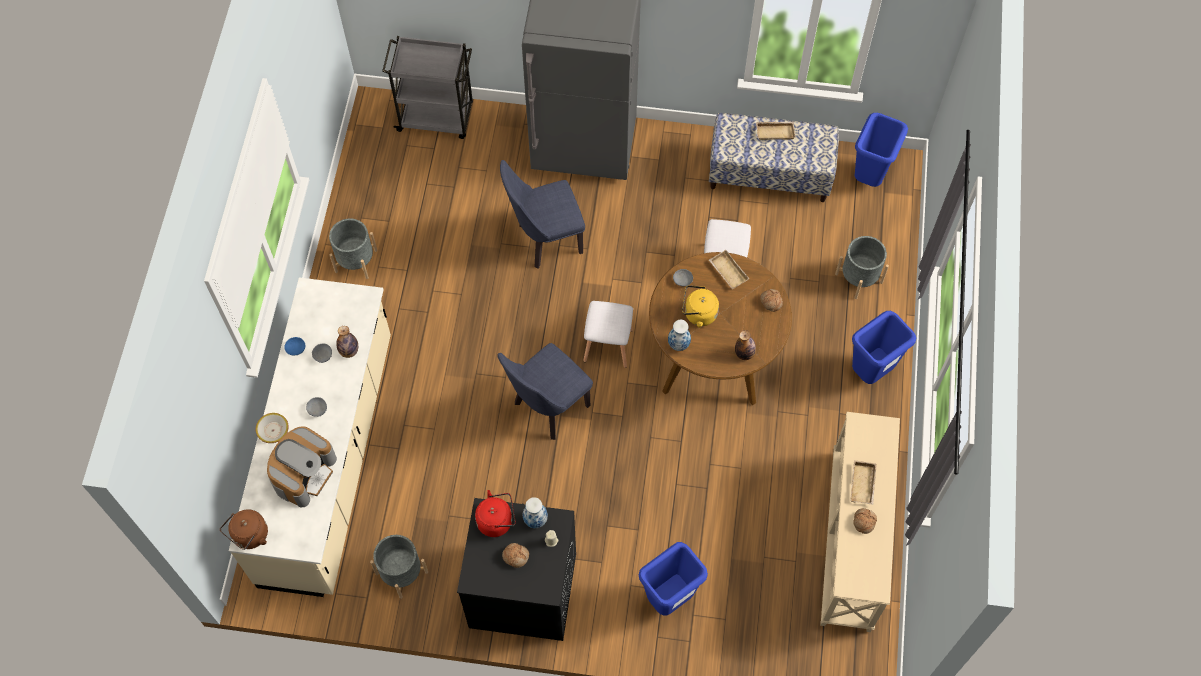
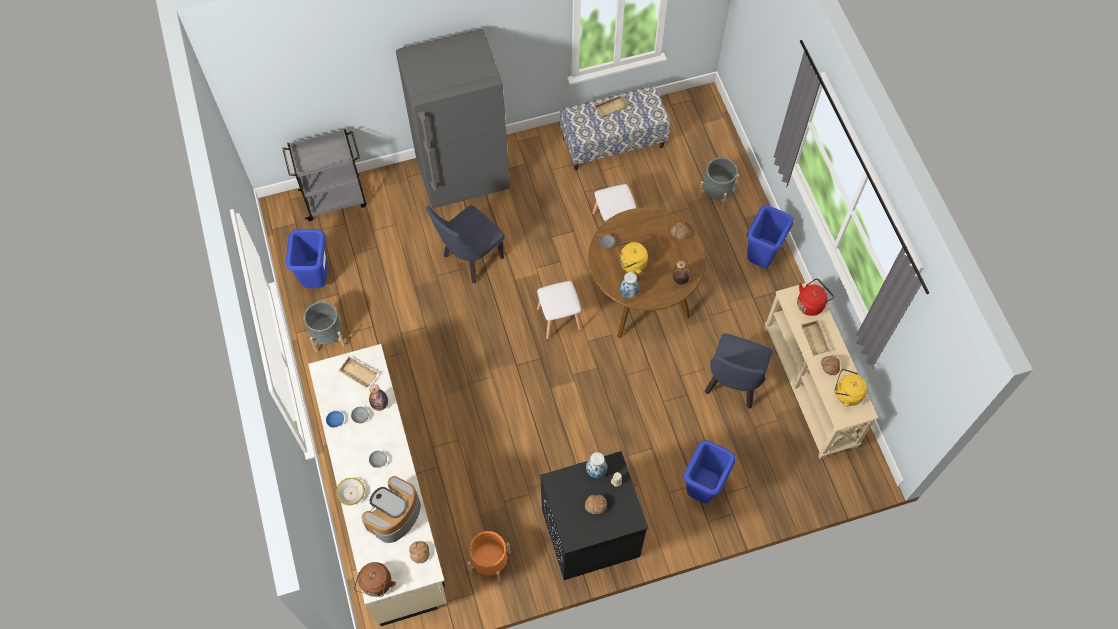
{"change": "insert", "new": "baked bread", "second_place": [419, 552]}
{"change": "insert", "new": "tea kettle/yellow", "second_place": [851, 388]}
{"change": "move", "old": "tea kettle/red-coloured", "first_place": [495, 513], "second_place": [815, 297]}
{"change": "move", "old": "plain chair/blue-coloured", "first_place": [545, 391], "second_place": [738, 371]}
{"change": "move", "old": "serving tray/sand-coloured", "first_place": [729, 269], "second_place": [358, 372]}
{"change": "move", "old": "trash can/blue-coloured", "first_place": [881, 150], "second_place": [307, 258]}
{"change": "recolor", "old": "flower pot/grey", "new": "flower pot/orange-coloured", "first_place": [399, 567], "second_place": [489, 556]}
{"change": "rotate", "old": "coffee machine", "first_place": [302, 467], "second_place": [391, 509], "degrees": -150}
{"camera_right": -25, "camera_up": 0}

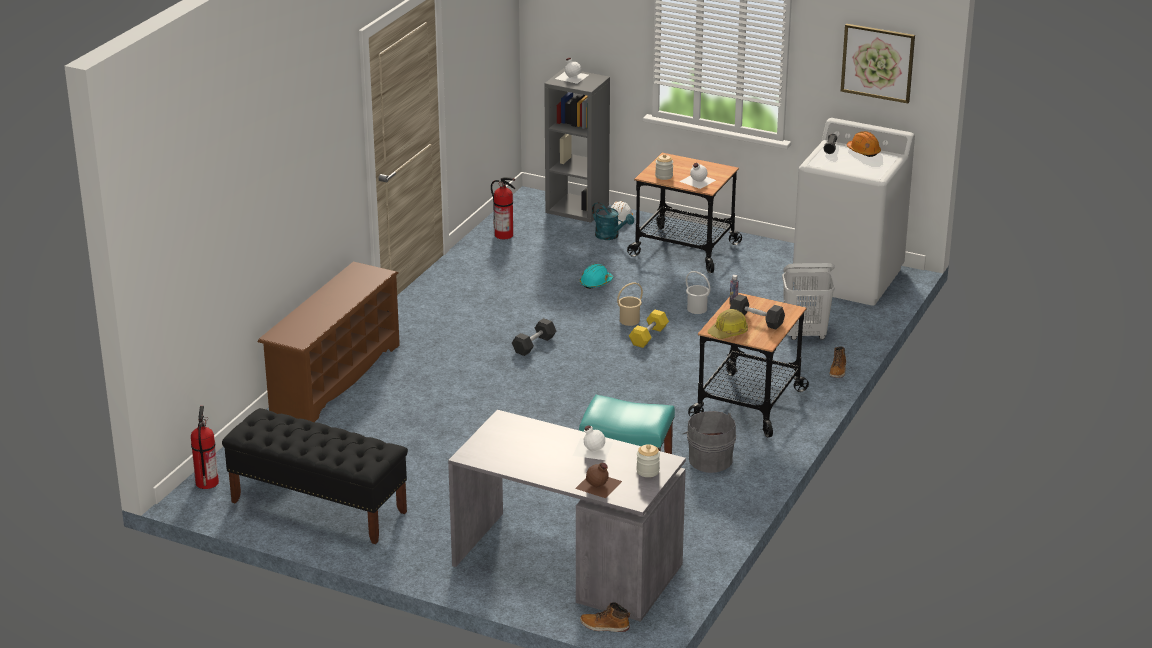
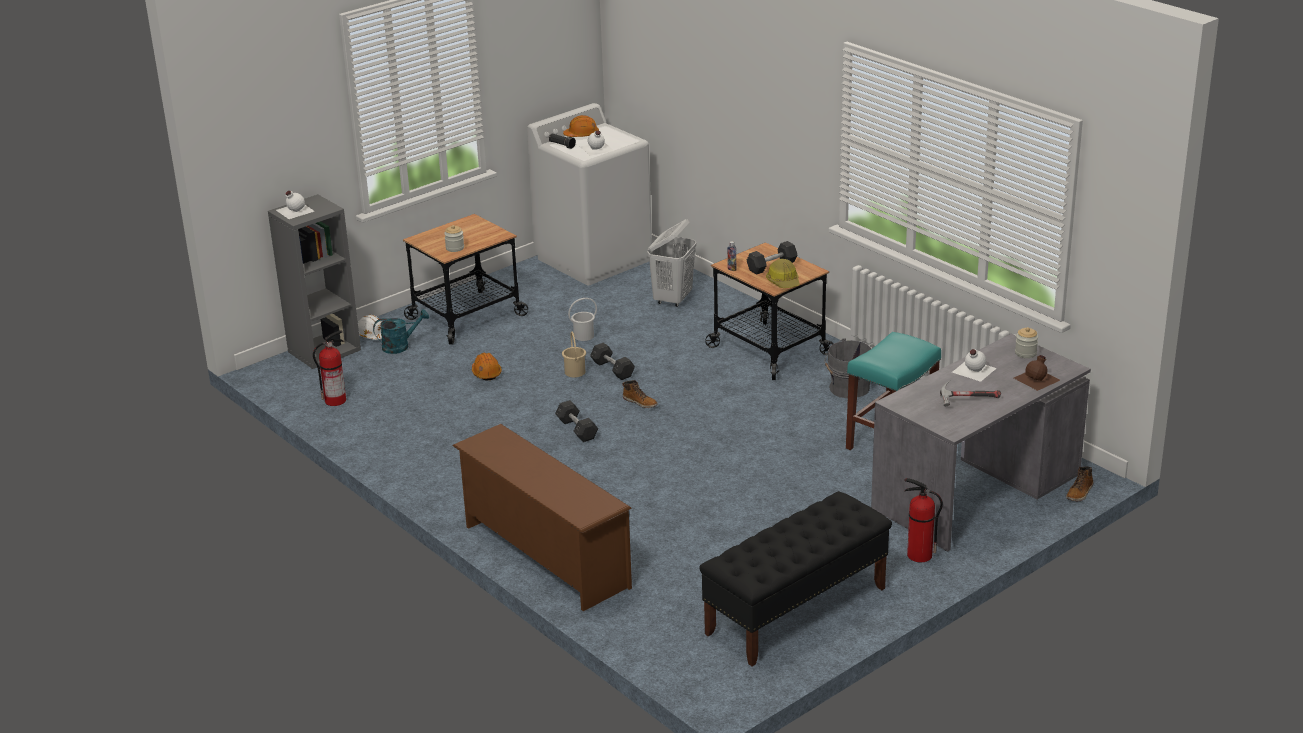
{"change": "delete", "old": "wall art", "first_place": [878, 63]}
{"change": "insert", "new": "tool hammer", "second_place": [970, 393]}
{"change": "move", "old": "fire extinguisher", "first_place": [205, 447], "second_place": [923, 520]}
{"change": "move", "old": "drink bottle/white", "first_place": [697, 176], "second_place": [597, 143]}
{"change": "move", "old": "boot", "first_place": [837, 362], "second_place": [640, 394]}
{"change": "recolor", "old": "safety helmet/turquoise", "new": "safety helmet/orange-coloured", "first_place": [596, 276], "second_place": [487, 366]}
{"change": "recolor", "old": "hand weight/yellow", "new": "hand weight/grey", "first_place": [649, 329], "second_place": [612, 361]}
{"camera_right": -65, "camera_up": 0}

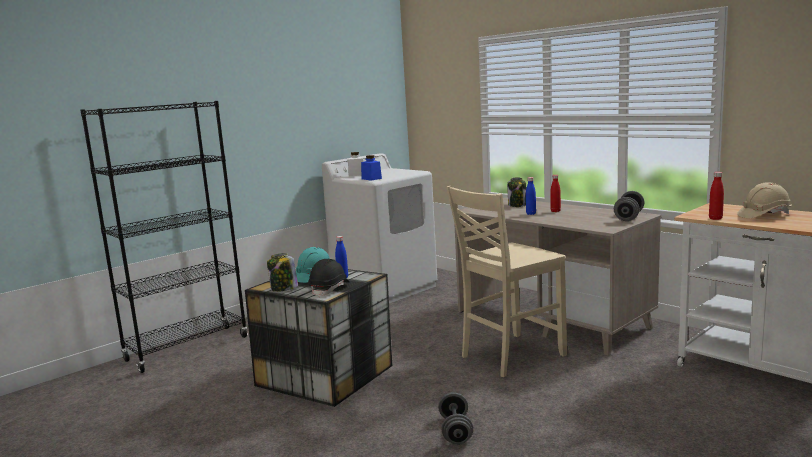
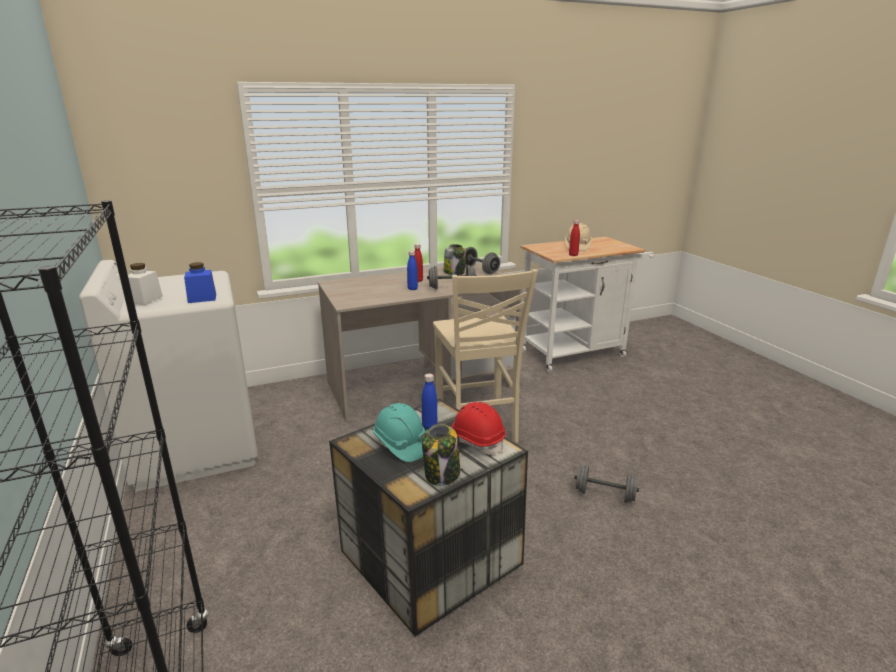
{"change": "insert", "new": "hand weight/grey", "second_place": [452, 277]}
{"change": "move", "old": "preserve jar", "first_place": [516, 192], "second_place": [455, 259]}
{"change": "recolor", "old": "safety helmet/black-coloured", "new": "safety helmet/red-coloured", "first_place": [329, 278], "second_place": [479, 428]}
{"camera_right": -70, "camera_up": 10}

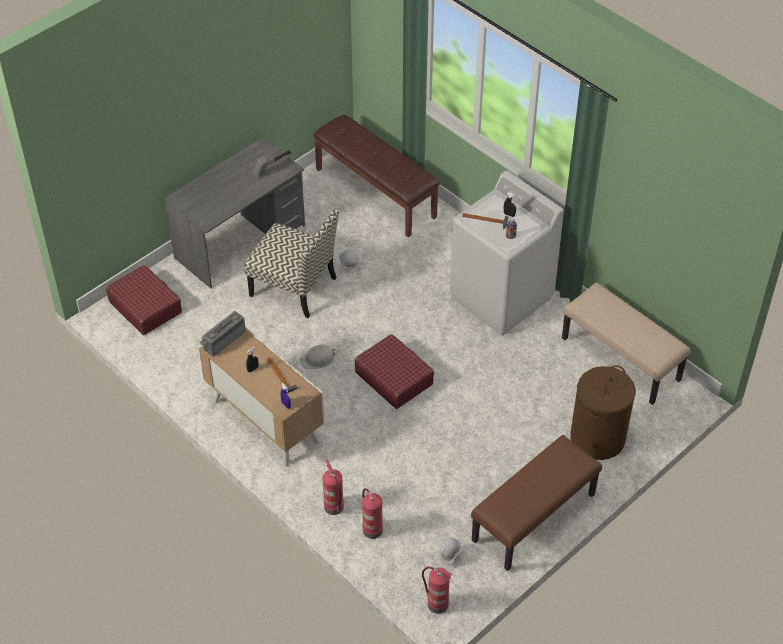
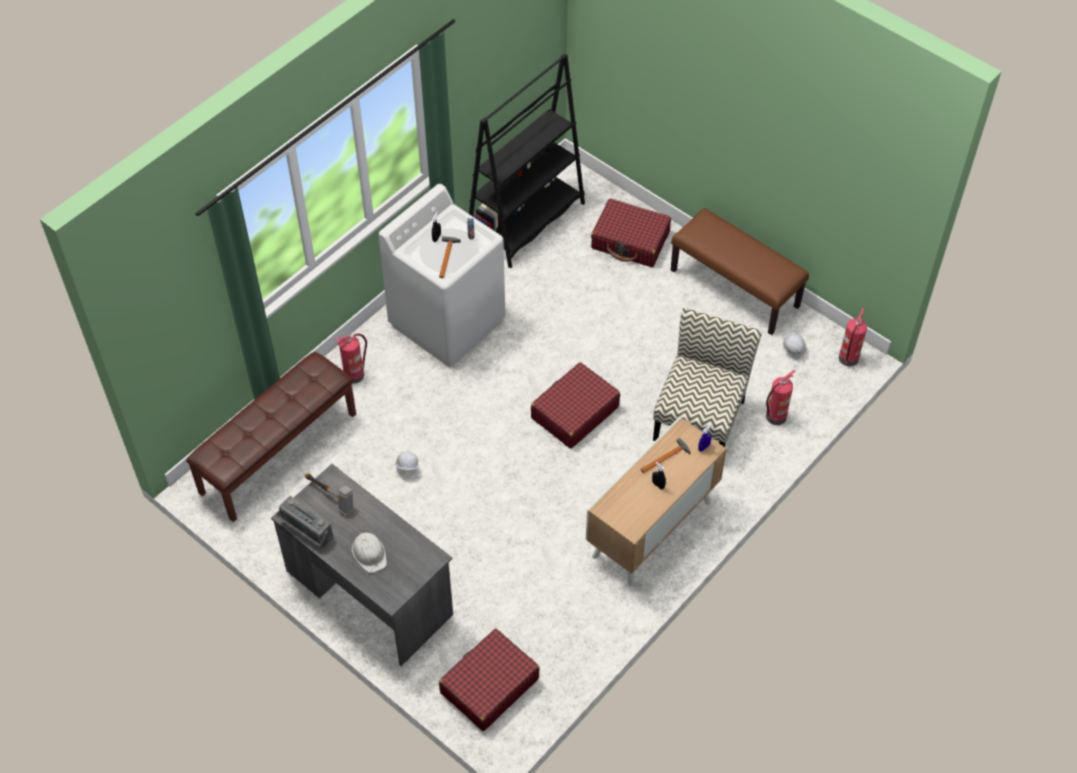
{"change": "move", "old": "radio", "first_place": [222, 334], "second_place": [304, 522]}
{"change": "move", "old": "plain chair", "first_place": [291, 263], "second_place": [707, 377]}
{"change": "move", "old": "safety helmet/white", "first_place": [317, 357], "second_place": [369, 553]}
{"change": "move", "old": "fire extinguisher", "first_place": [333, 487], "second_place": [351, 359]}
{"change": "replace", "old": "long seat/sand-coloured", "new": "shelving unit/black-coloured", "first_place": [626, 344], "second_place": [527, 161]}
{"change": "replace", "old": "washing basket/brown", "new": "suitcase/red-coloured", "first_place": [603, 412], "second_place": [631, 232]}
{"camera_right": -95, "camera_up": 5}

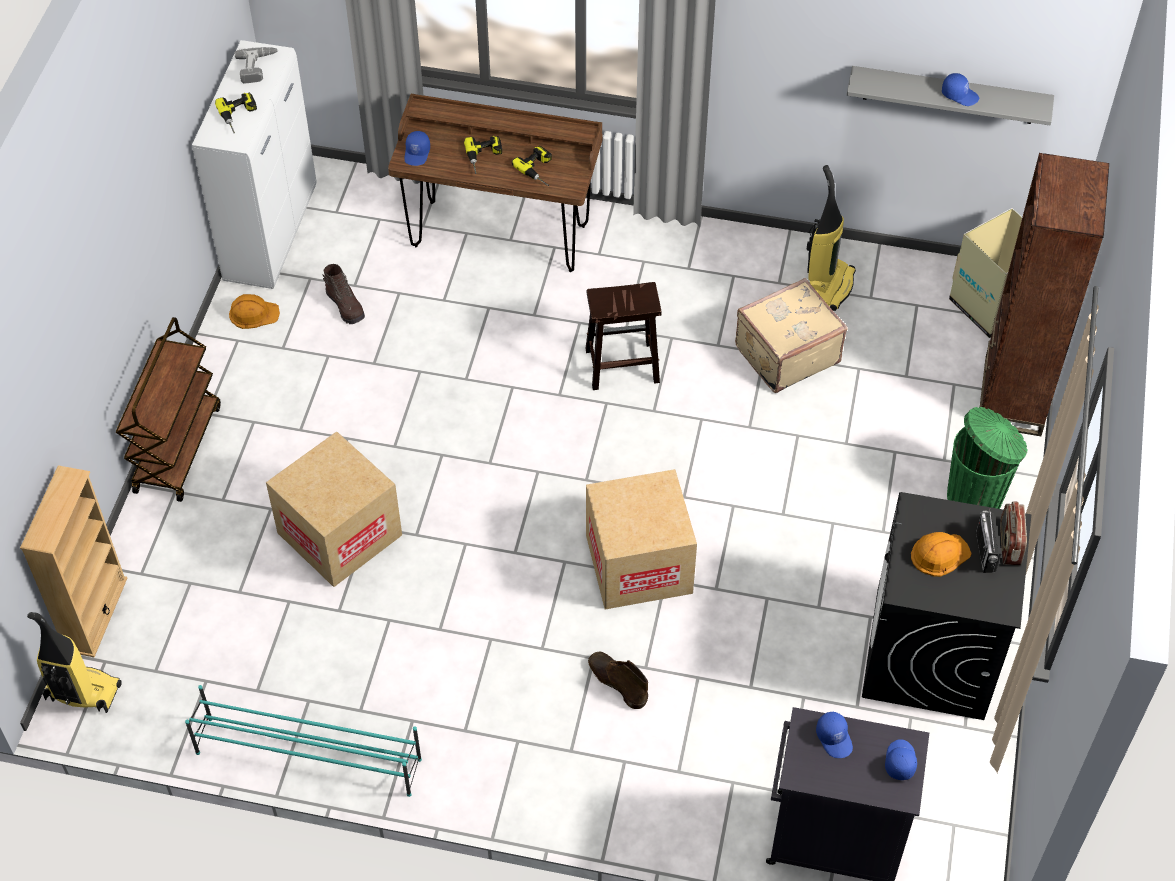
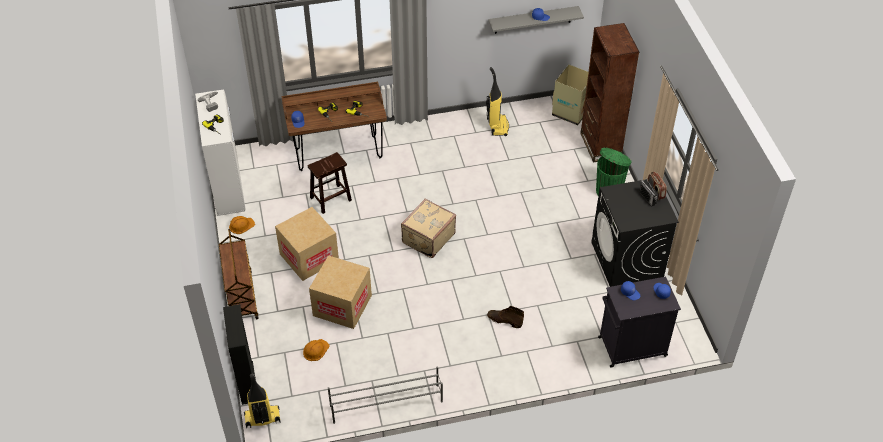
{"change": "delete", "old": "boot/brown", "first_place": [343, 294]}
{"change": "move", "old": "sitting stool/brown", "first_place": [623, 336], "second_place": [330, 183]}
{"change": "move", "old": "cardboard box", "first_place": [641, 539], "second_place": [307, 244]}
{"change": "move", "old": "suitcase/sand-coloured", "first_place": [791, 335], "second_place": [428, 228]}
{"change": "move", "old": "safety helmet/orange-coloured", "first_place": [941, 554], "second_place": [316, 350]}
{"change": "recolor", "old": "shelving unit/sand-coloured", "new": "shelving unit/black-coloured", "first_place": [73, 561], "second_place": [239, 354]}
{"change": "recolor", "old": "shoe shelf/turquoise", "new": "shoe shelf/grey", "first_place": [303, 741], "second_place": [385, 395]}
{"camera_right": -25, "camera_up": -5}

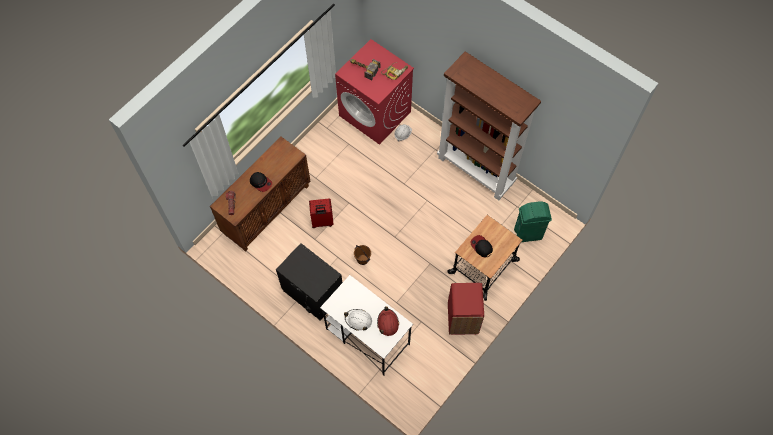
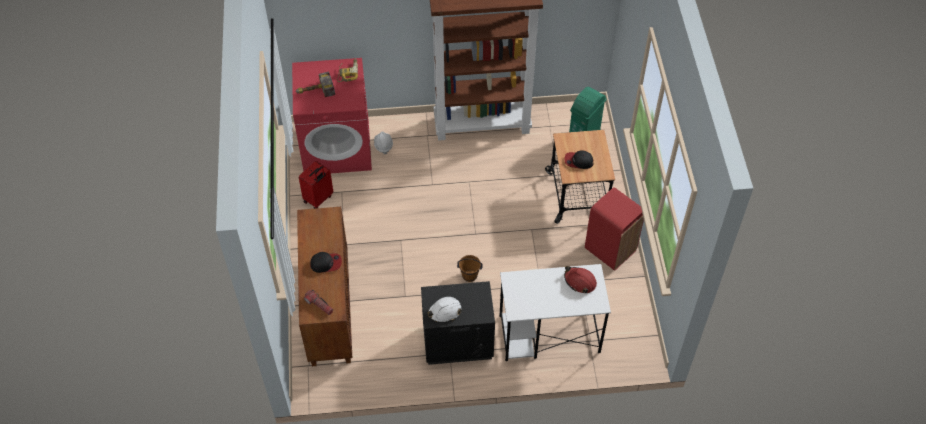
{"change": "move", "old": "suitcase/red-coloured", "first_place": [321, 213], "second_place": [316, 185]}
{"change": "move", "old": "safety helmet/white", "first_place": [358, 320], "second_place": [445, 310]}
{"camera_right": -45, "camera_up": -10}

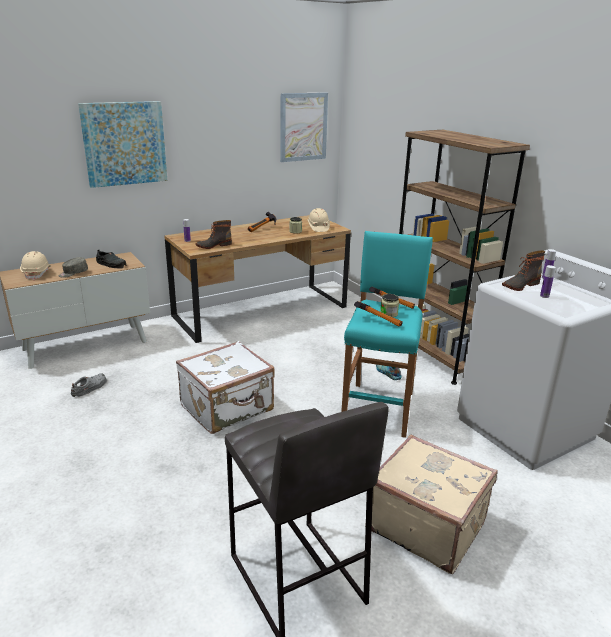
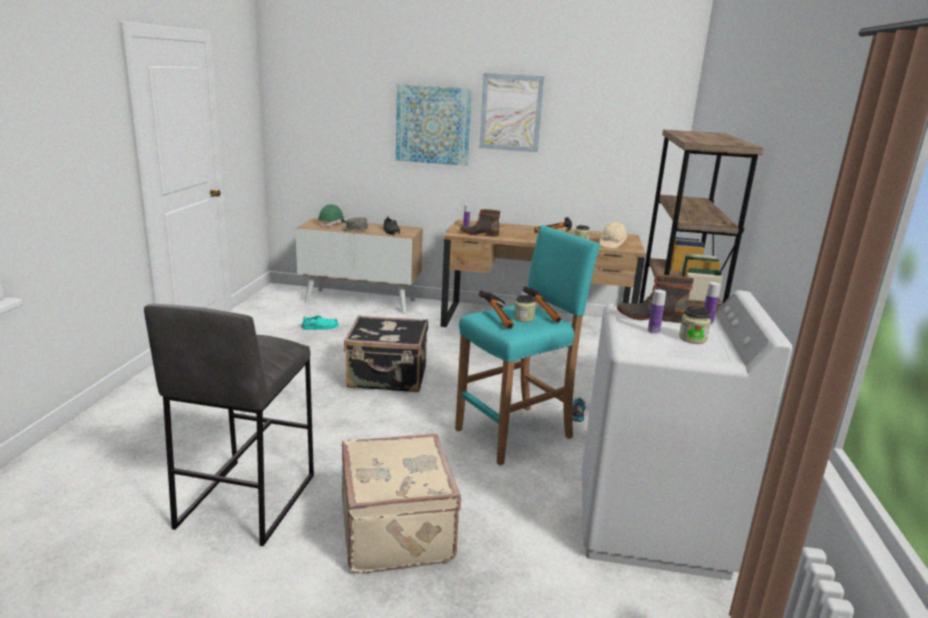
{"change": "insert", "new": "preserve jar", "second_place": [695, 326]}
{"change": "move", "old": "wall art", "first_place": [304, 127], "second_place": [511, 112]}
{"change": "recolor", "old": "safety helmet/sand-coloured", "new": "safety helmet/greenish", "first_place": [35, 265], "second_place": [332, 215]}
{"change": "recolor", "old": "low shoe/grey", "new": "low shoe/turquoise", "first_place": [89, 385], "second_place": [320, 322]}
{"change": "recolor", "old": "suitcase/white", "new": "suitcase/black-coloured", "first_place": [225, 387], "second_place": [386, 353]}
{"camera_right": 40, "camera_up": -5}

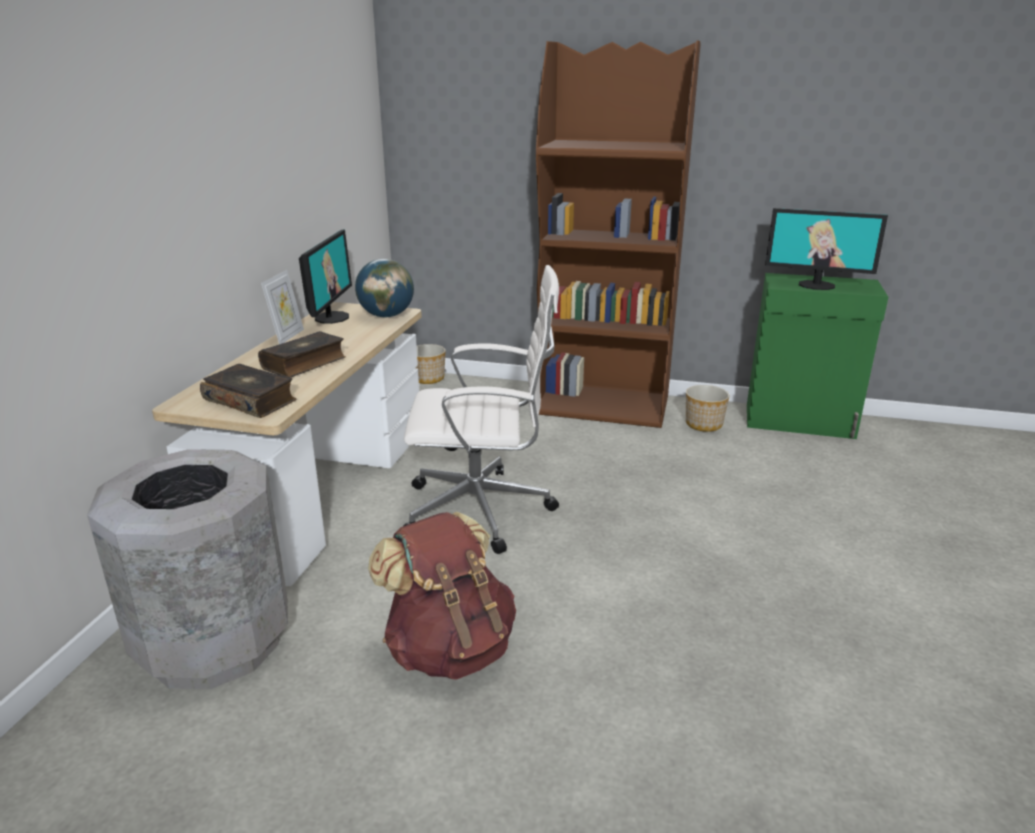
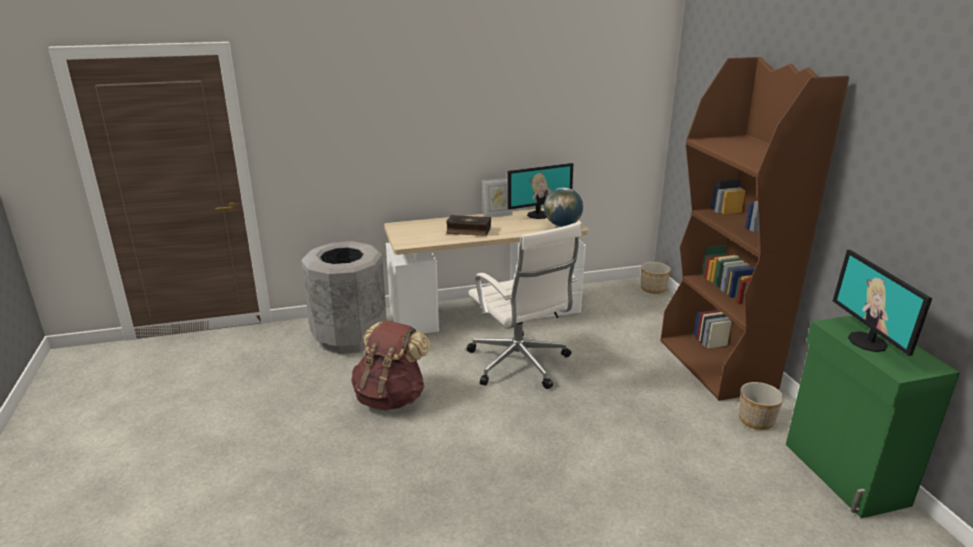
{"change": "delete", "old": "volume", "first_place": [248, 391]}
{"camera_right": 60, "camera_up": 0}

